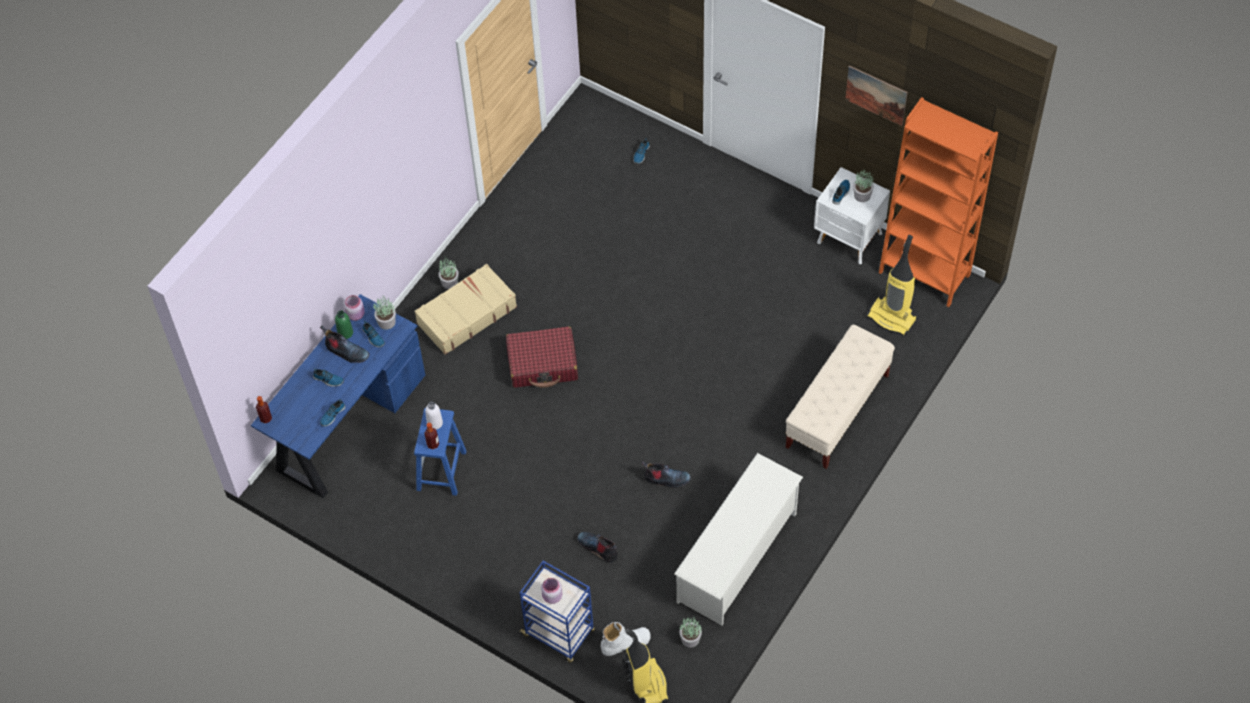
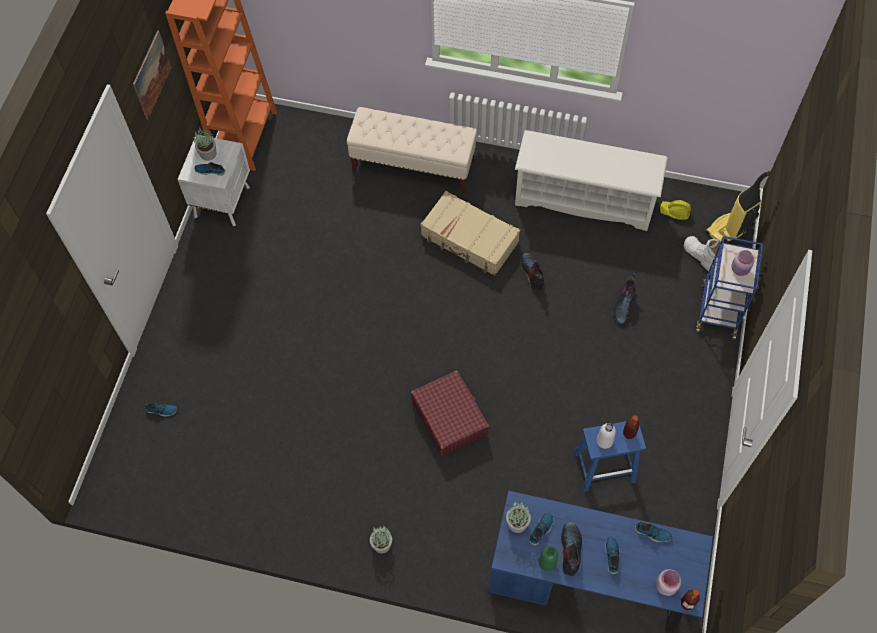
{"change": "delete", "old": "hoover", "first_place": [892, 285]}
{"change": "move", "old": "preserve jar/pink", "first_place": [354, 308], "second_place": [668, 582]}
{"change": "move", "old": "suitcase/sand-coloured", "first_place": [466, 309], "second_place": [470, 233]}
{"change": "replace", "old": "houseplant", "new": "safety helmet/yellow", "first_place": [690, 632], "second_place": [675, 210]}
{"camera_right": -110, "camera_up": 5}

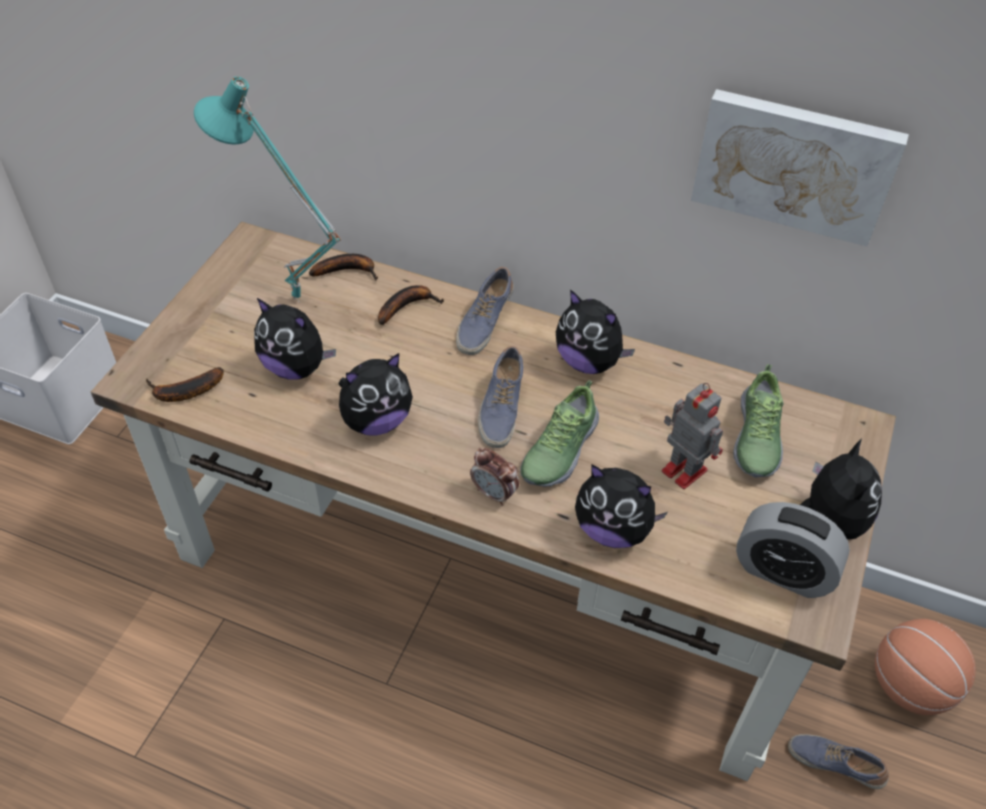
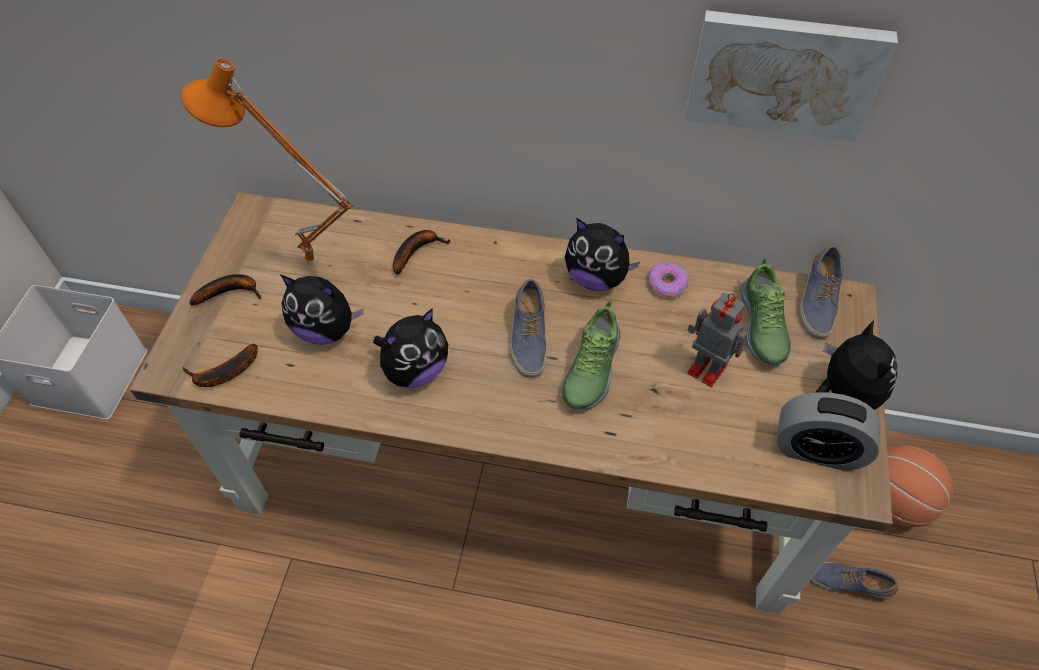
{"change": "delete", "old": "bedside clock", "first_place": [494, 477]}
{"change": "delete", "old": "cuddly toy", "first_place": [621, 506]}
{"change": "insert", "new": "donut", "second_place": [669, 281]}
{"change": "move", "old": "banana fruit", "first_place": [343, 267], "second_place": [225, 290]}
{"change": "move", "old": "low shoe", "first_place": [485, 311], "second_place": [821, 292]}
{"change": "recolor", "old": "tabletop lamp/turquoise", "new": "tabletop lamp/orange-coloured", "first_place": [267, 189], "second_place": [267, 161]}
{"camera_right": -10, "camera_up": 5}

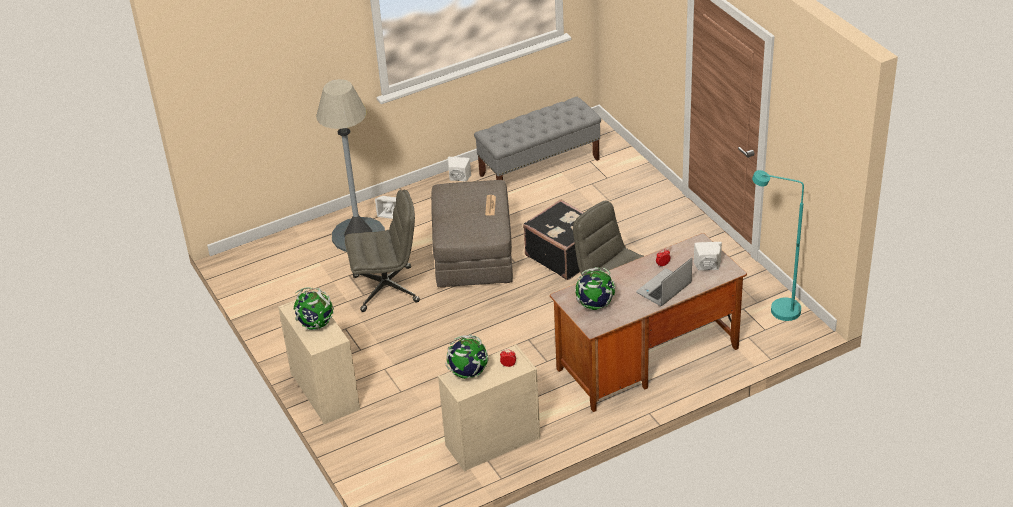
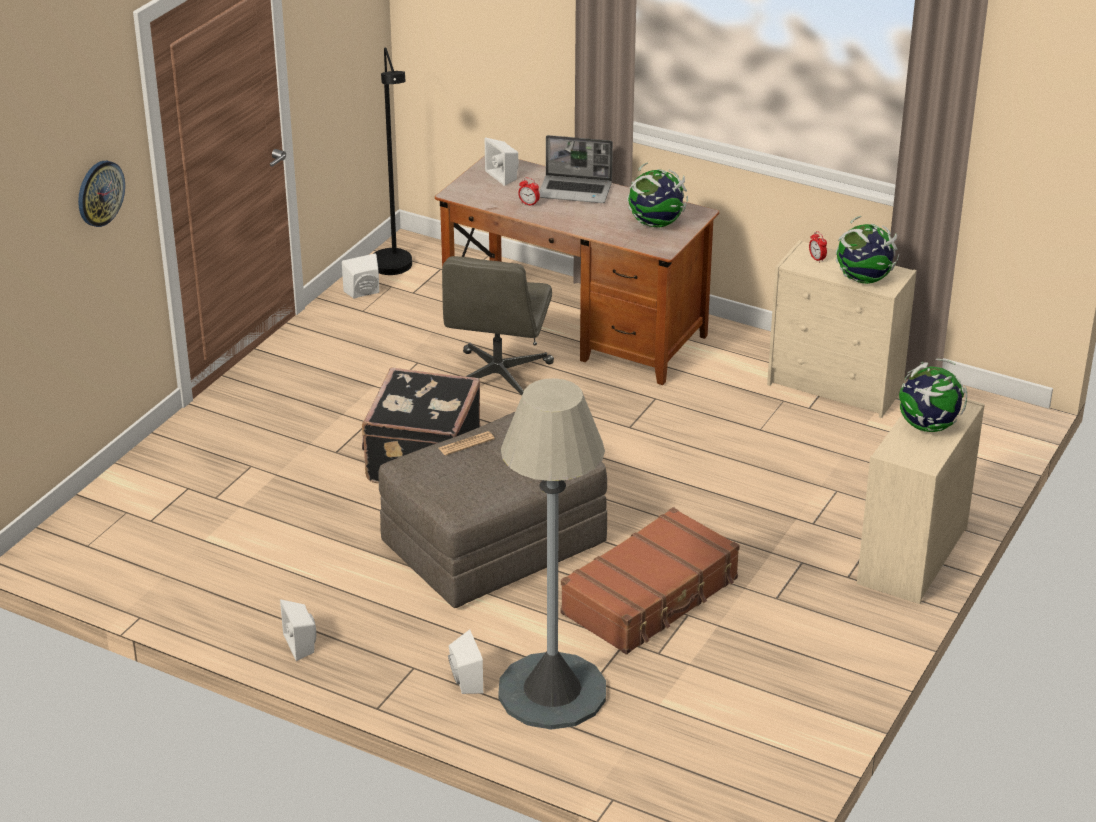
{"change": "delete", "old": "long seat/grey", "first_place": [537, 138]}
{"change": "insert", "new": "clock on the wall", "second_place": [101, 194]}
{"change": "insert", "new": "audio speaker/white", "second_place": [360, 276]}
{"change": "replace", "old": "desk chair/grey", "new": "suitcase/brown", "first_place": [382, 250], "second_place": [650, 580]}
{"change": "recolor", "old": "standing lamp/turquoise", "new": "standing lamp/black-coloured", "first_place": [778, 245], "second_place": [392, 161]}
{"camera_right": -125, "camera_up": -5}

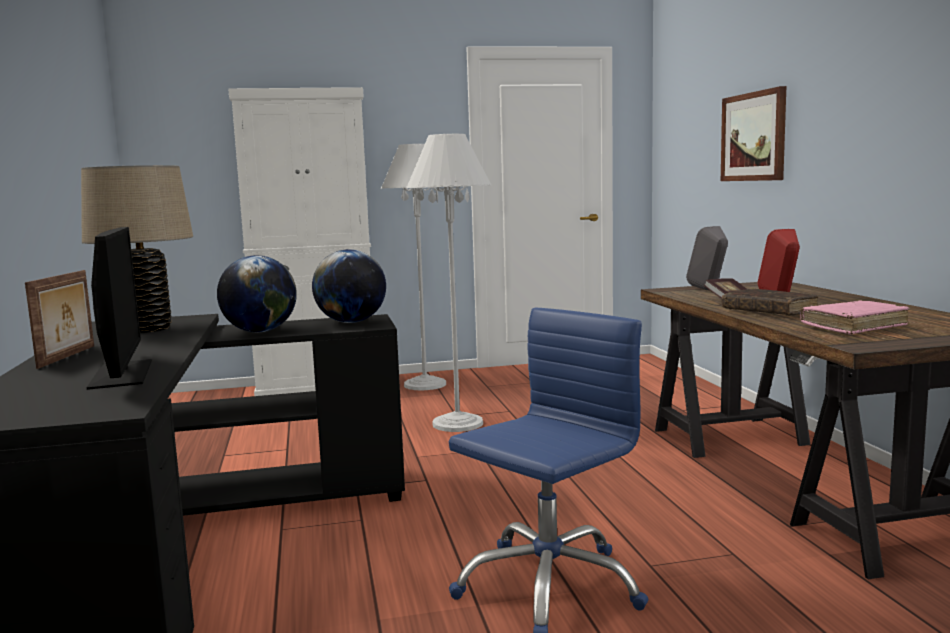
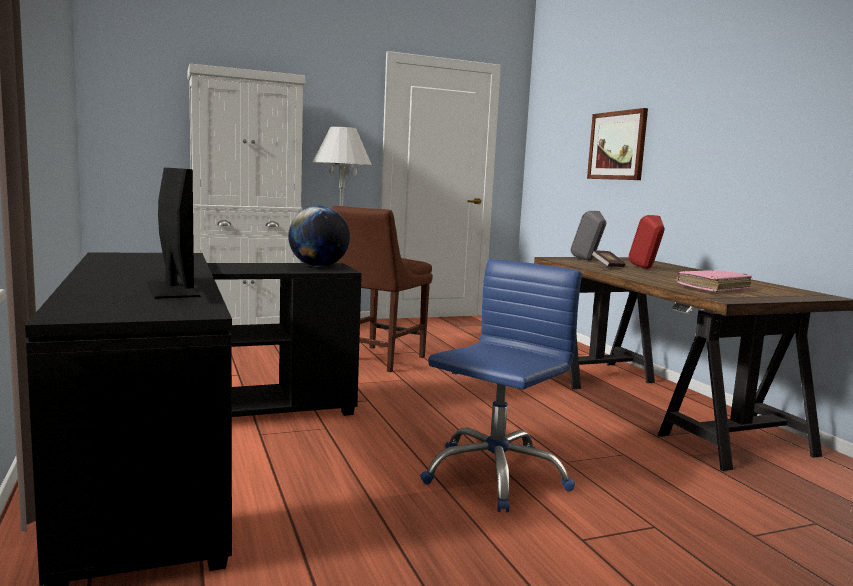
{"change": "delete", "old": "photo frame", "first_place": [59, 319]}
{"change": "delete", "old": "tabletop lamp/sand-coloured", "first_place": [137, 249]}
{"change": "delete", "old": "globe", "first_place": [257, 293]}
{"change": "delete", "old": "volume/brown", "first_place": [770, 302]}
{"change": "replace", "old": "standing lamp/white", "new": "plain chair/brown", "first_place": [448, 283], "second_place": [382, 289]}
{"camera_right": -10, "camera_up": 0}

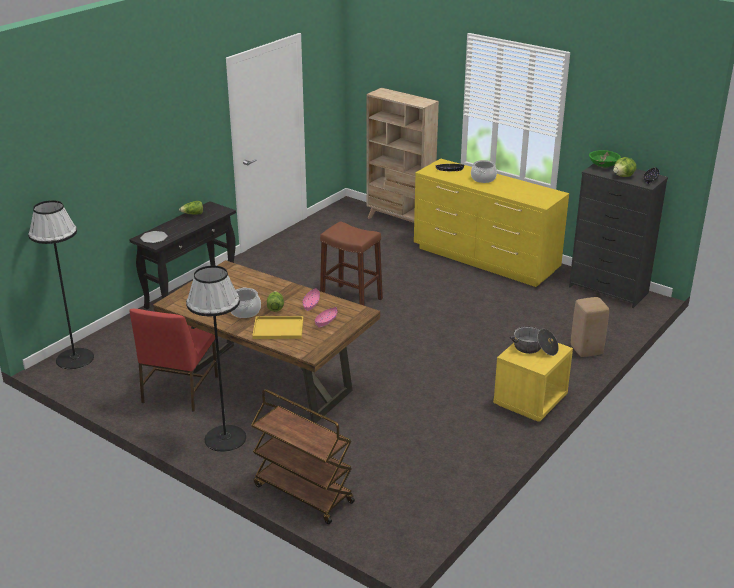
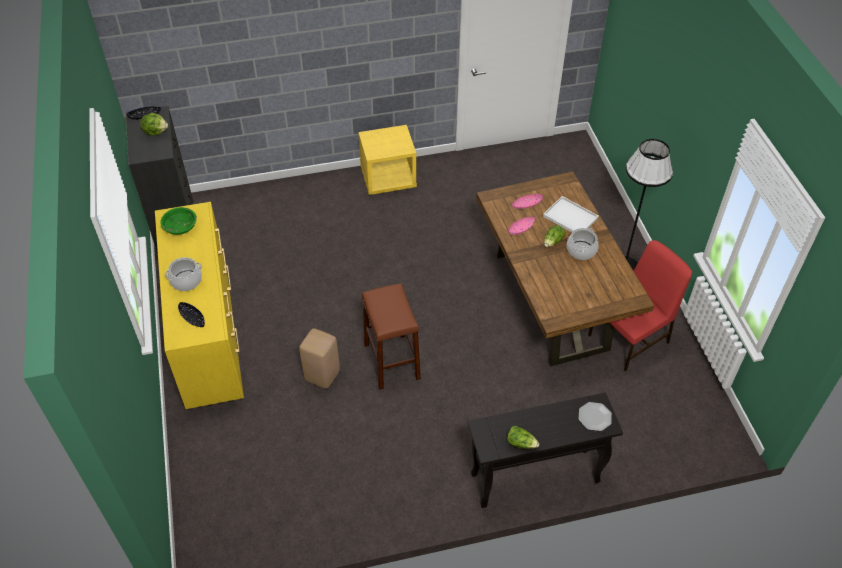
{"change": "delete", "old": "standing lamp/black-coloured", "first_place": [61, 284]}
{"change": "delete", "old": "wheeled cart/brown", "first_place": [303, 456]}
{"change": "delete", "old": "shelving unit/sand-coloured", "first_place": [402, 155]}
{"change": "delete", "old": "cooking pot", "first_place": [534, 341]}
{"change": "move", "old": "sitting stool/sand-coloured", "first_place": [590, 327], "second_place": [319, 358]}
{"change": "move", "old": "bowl/greenish", "first_place": [605, 159], "second_place": [178, 221]}
{"change": "recolor", "old": "serving tray/yellow", "new": "serving tray/white", "first_place": [277, 327], "second_place": [571, 214]}
{"camera_right": -140, "camera_up": 20}

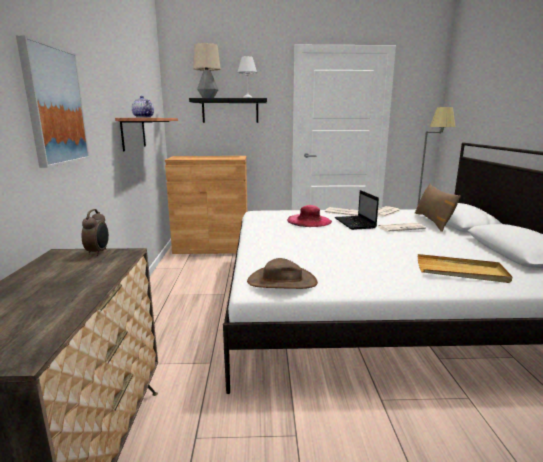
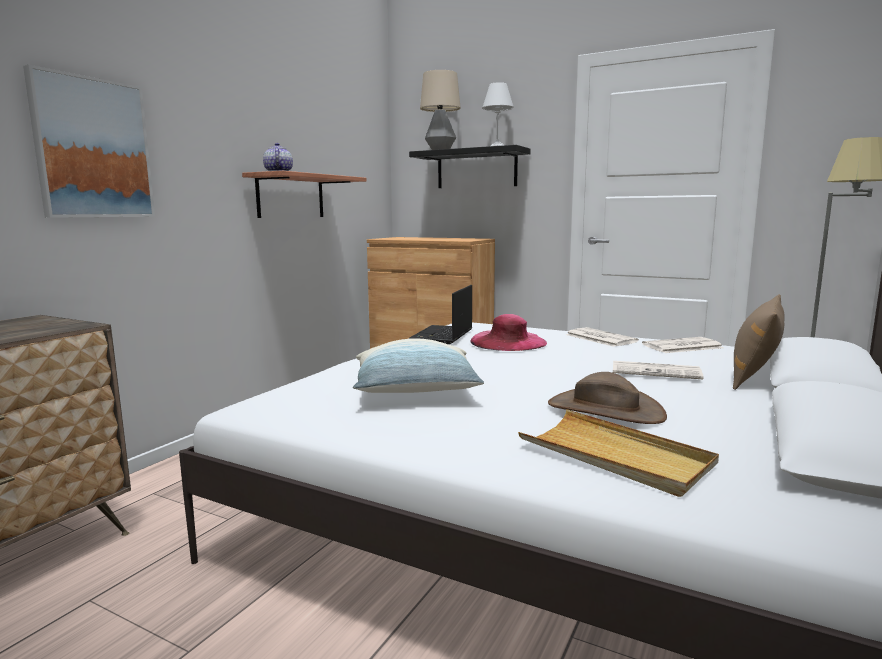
{"change": "delete", "old": "bedside clock", "first_place": [95, 232]}
{"change": "insert", "new": "pillow", "second_place": [418, 365]}
{"change": "move", "old": "wearable hat/brown", "first_place": [282, 273], "second_place": [607, 398]}
{"change": "move", "old": "notebook computer", "first_place": [356, 210], "second_place": [440, 314]}
{"camera_right": 30, "camera_up": -5}

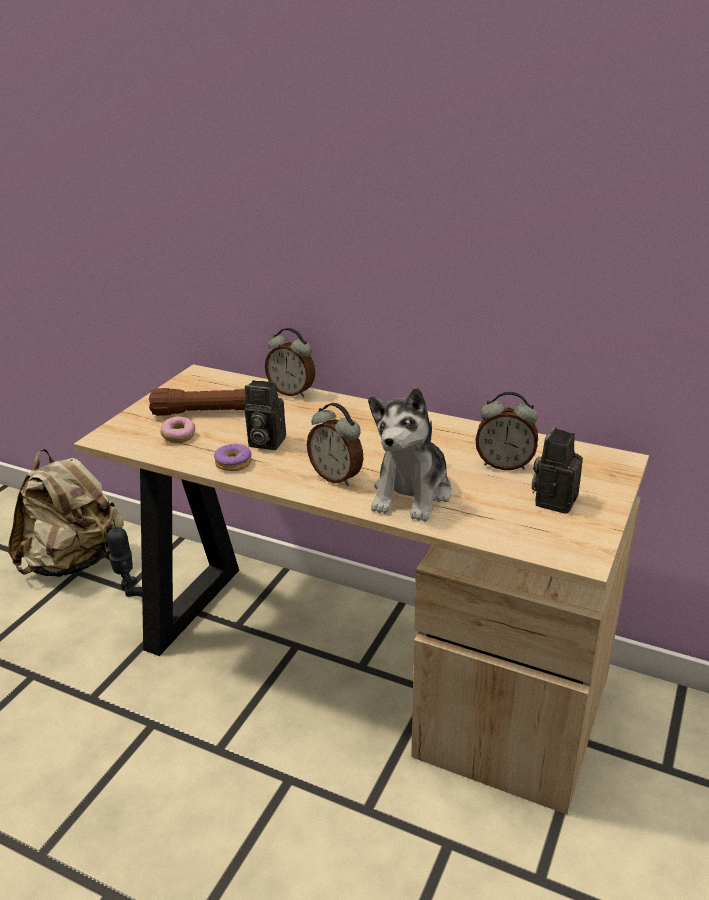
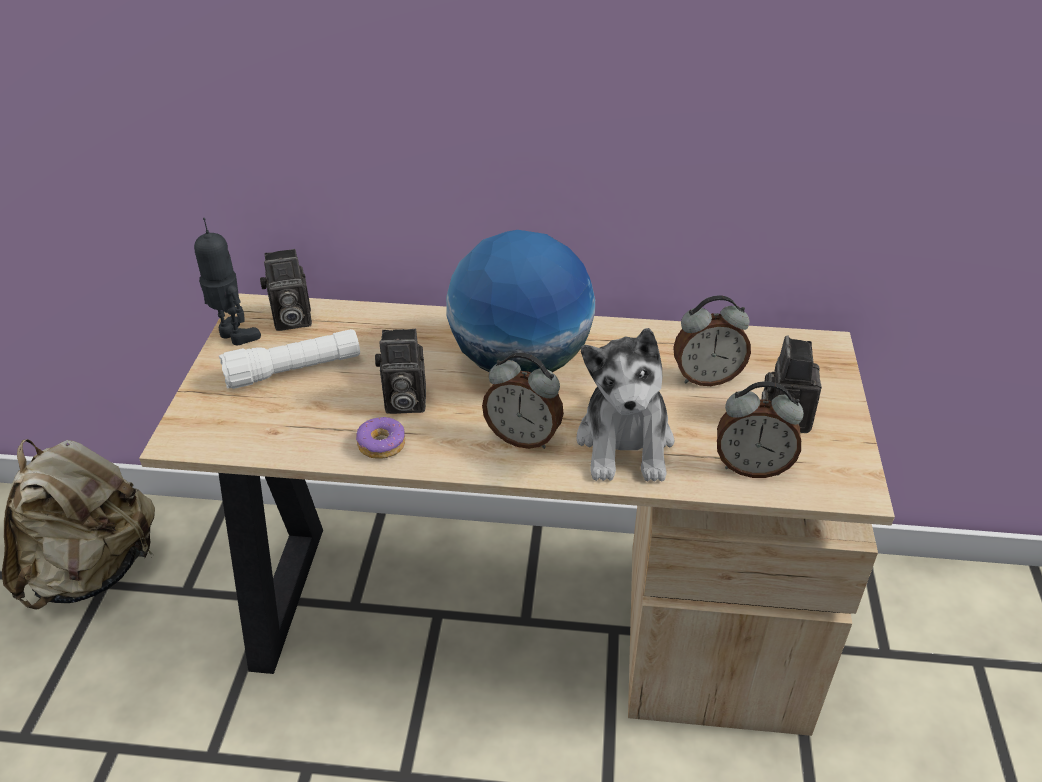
{"change": "delete", "old": "donut", "first_place": [177, 430]}
{"change": "insert", "new": "still camera", "second_place": [286, 290]}
{"change": "insert", "new": "globe", "second_place": [520, 301]}
{"change": "move", "old": "robot figure", "first_place": [124, 558], "second_place": [227, 281]}
{"change": "move", "old": "bedside clock", "first_place": [290, 363], "second_place": [760, 429]}
{"change": "recolor", "old": "flashlight/brown", "new": "flashlight/white", "first_place": [197, 402], "second_place": [289, 359]}
{"camera_right": -20, "camera_up": 10}

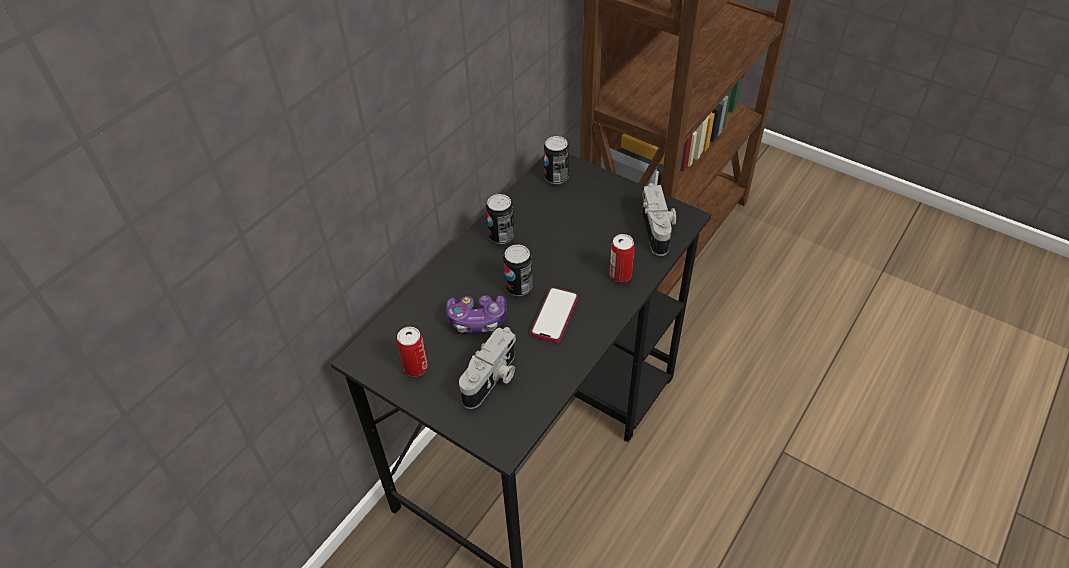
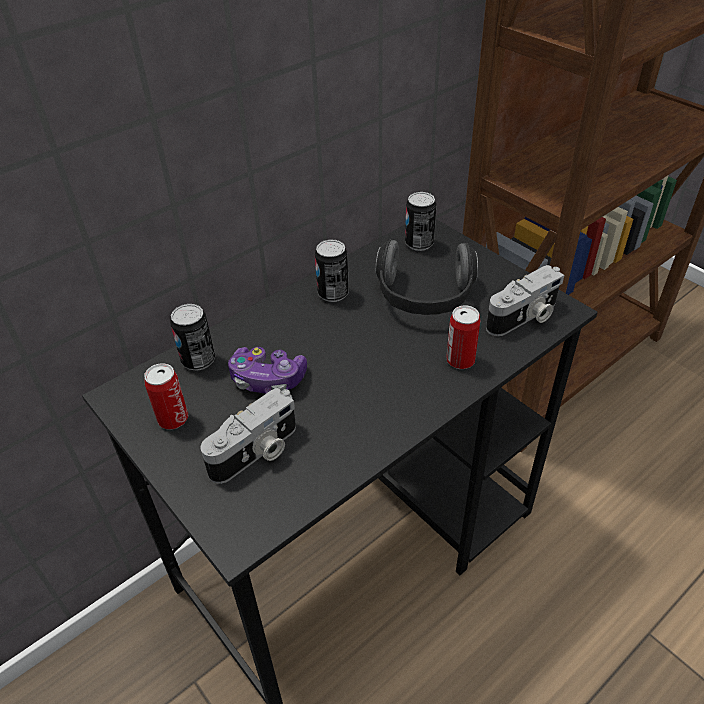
{"change": "delete", "old": "telephone", "first_place": [554, 315]}
{"change": "insert", "new": "headphones", "second_place": [426, 277]}
{"change": "move", "old": "can", "first_place": [518, 270], "second_place": [192, 337]}
{"change": "rotate", "old": "still camera", "first_place": [659, 219], "second_place": [525, 300], "degrees": 45}
{"camera_right": 15, "camera_up": -5}

